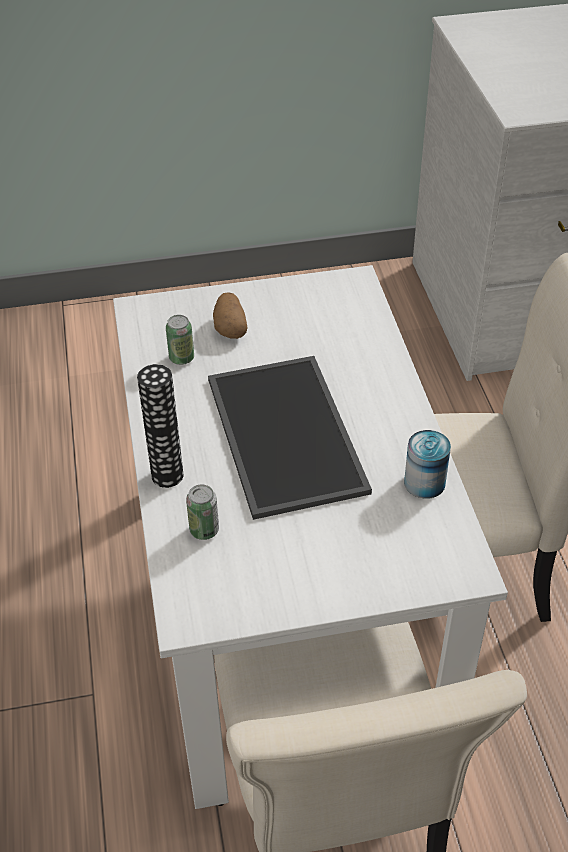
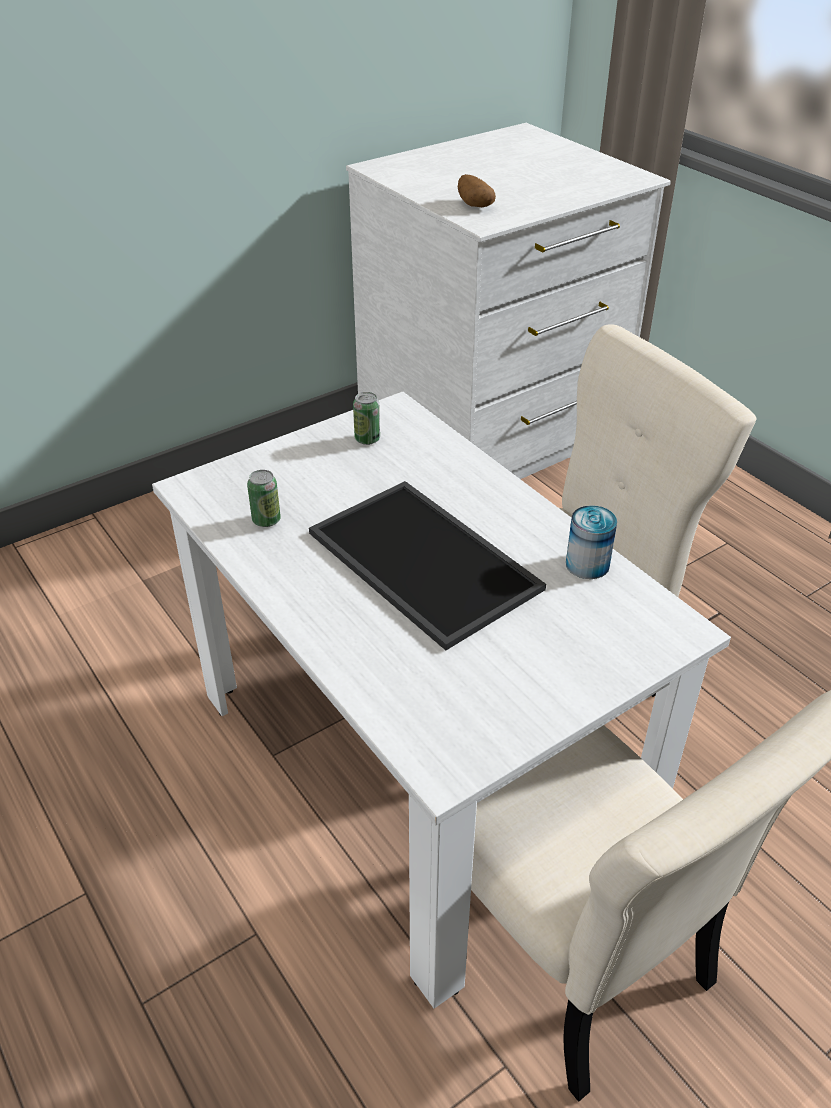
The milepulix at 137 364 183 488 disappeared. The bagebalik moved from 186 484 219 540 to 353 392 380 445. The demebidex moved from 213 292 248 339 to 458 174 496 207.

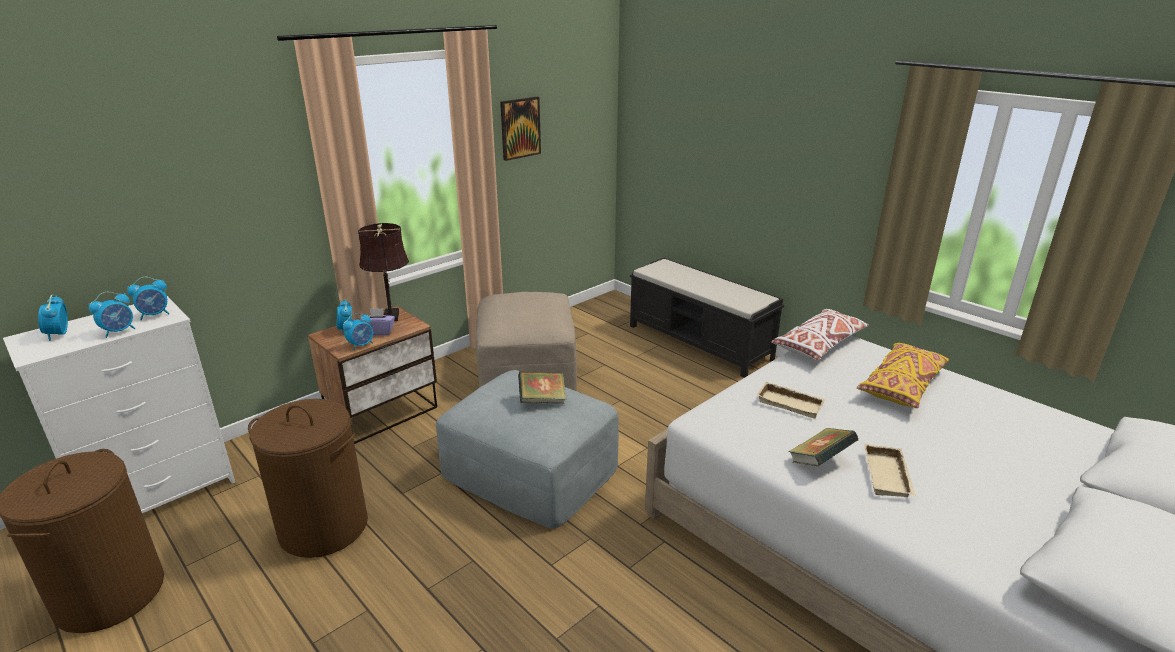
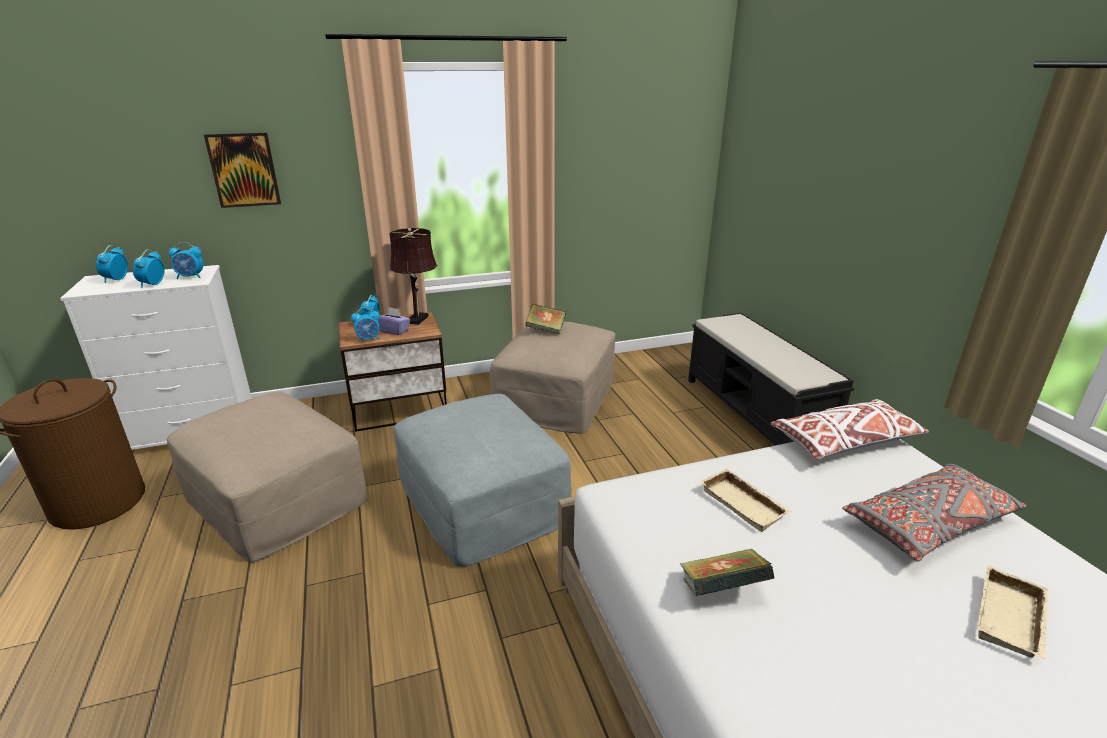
The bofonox at 88 292 135 338 turned 120 degrees clockwise. The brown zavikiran at 248 399 368 558 was replaced by the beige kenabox at 167 391 367 563. The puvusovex moved from 500 97 541 161 to 204 133 281 208. The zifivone moved from 518 371 566 404 to 525 304 566 335. The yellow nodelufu at 857 343 949 408 became the grey nodelufu at 842 464 1026 561. The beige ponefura moved from 864 443 916 497 to 978 565 1048 659.

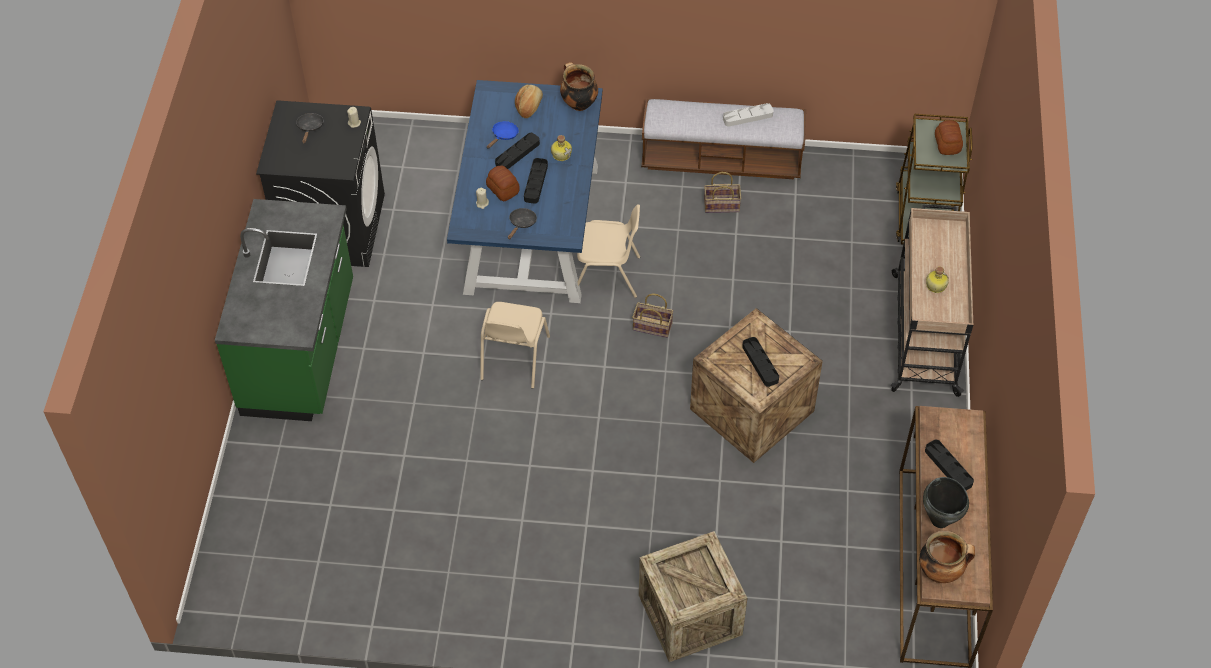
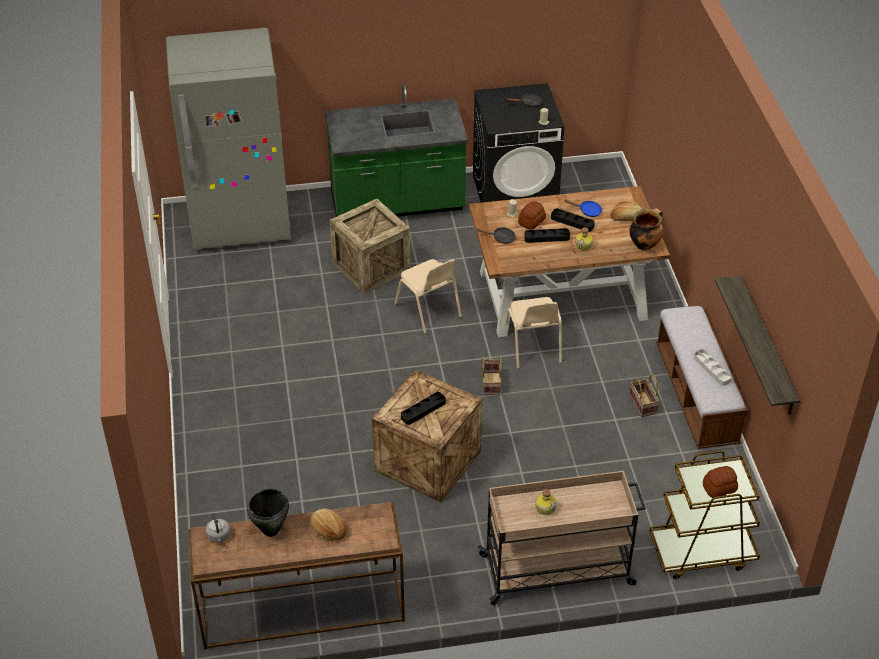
The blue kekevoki at 447 80 603 303 became the brown kekevoki at 469 186 670 337. The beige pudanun at 480 302 550 389 turned 120 degrees counterclockwise. The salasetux moved from 639 531 747 662 to 329 199 411 294. The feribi at 919 531 975 583 was replaced by the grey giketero at 206 513 230 543. The black ponefura at 925 440 974 490 was replaced by the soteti at 310 508 347 540. The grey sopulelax at 166 28 291 249 appeared. The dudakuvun at 715 276 800 415 appeared.

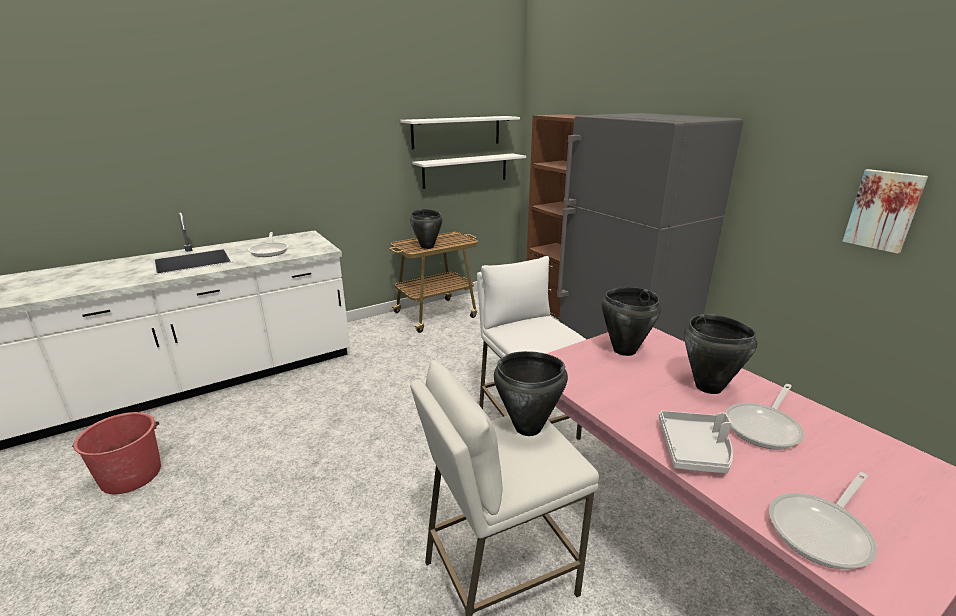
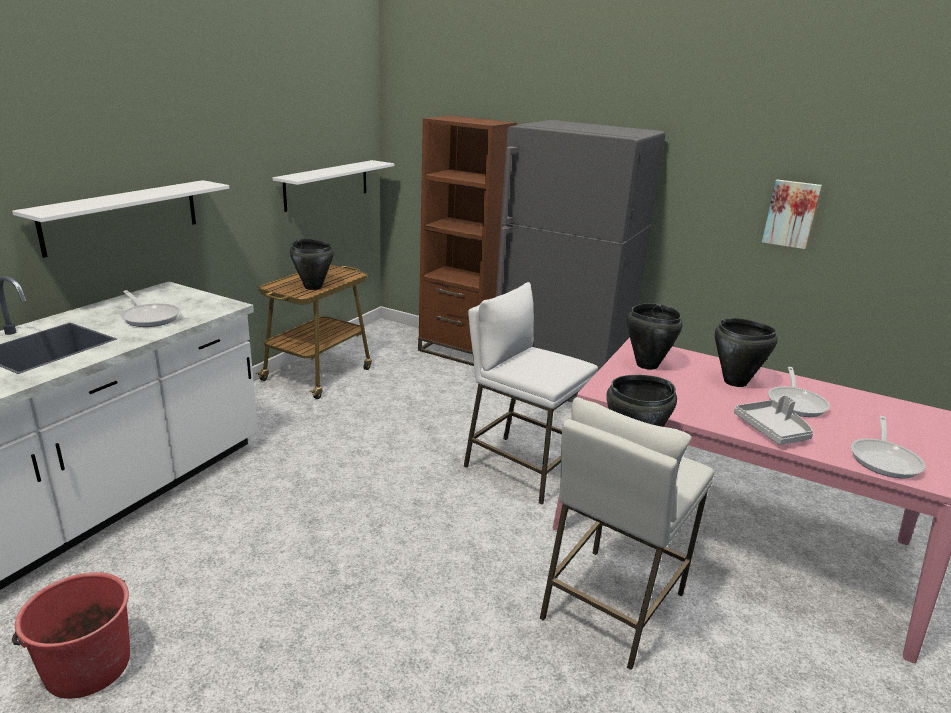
The white dudakuvun moved from 400 116 520 149 to 12 180 229 258.

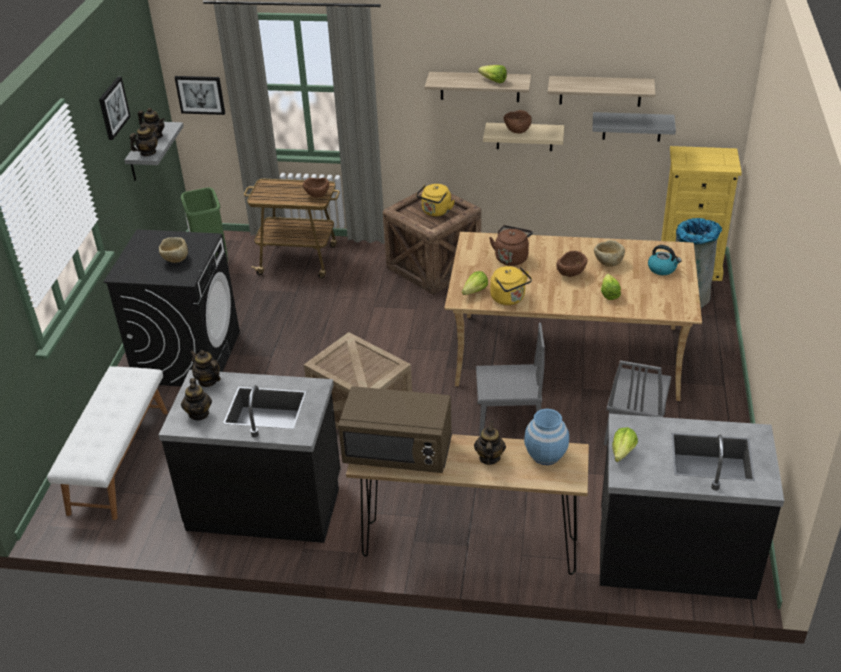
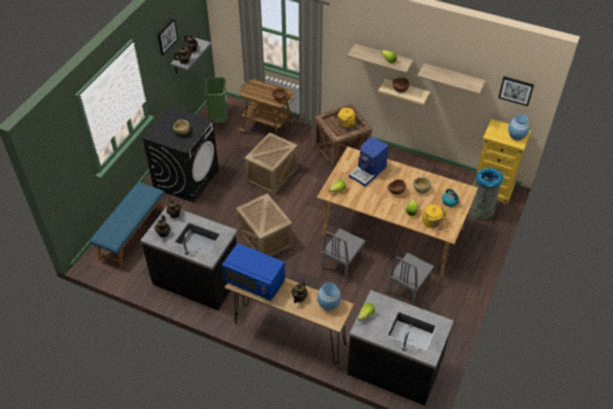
The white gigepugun at 47 366 168 520 became the blue gigepugun at 89 182 164 268. The puvusovex moved from 174 76 225 115 to 498 76 534 106. The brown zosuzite at 338 386 452 473 became the blue zosuzite at 222 243 285 301. The grey pudanun at 476 322 545 435 turned 105 degrees clockwise. The brown giketero at 489 225 533 266 was replaced by the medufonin at 349 136 389 186. The yellow giketero moved from 490 266 532 305 to 422 205 447 228. The grey dudakuvun at 592 112 676 142 disappeared. The salasetux at 244 132 298 195 appeared. The blue milepulix at 508 114 530 140 appeared.

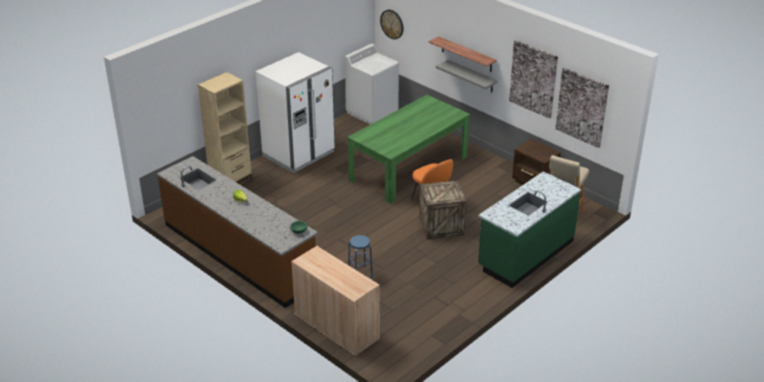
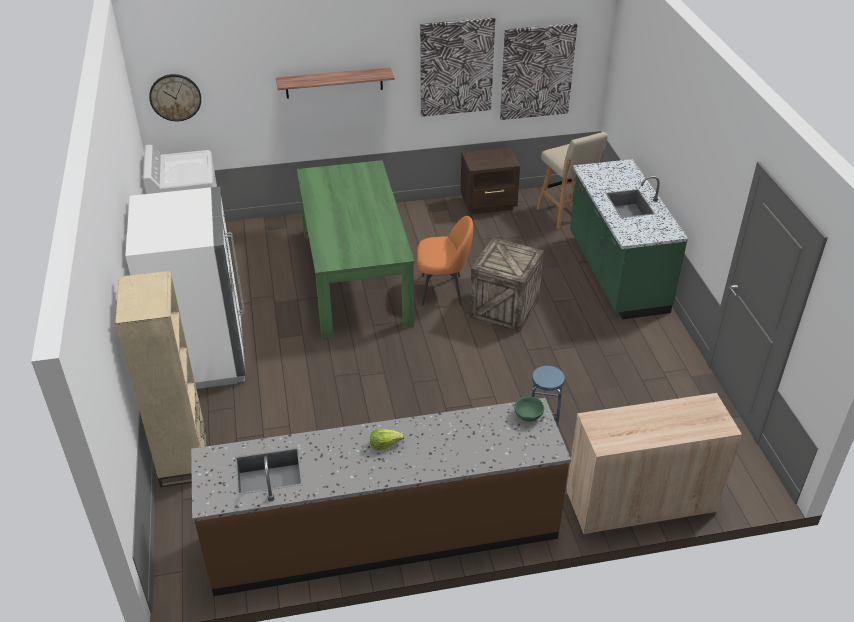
The grey dudakuvun at 436 60 498 92 disappeared.

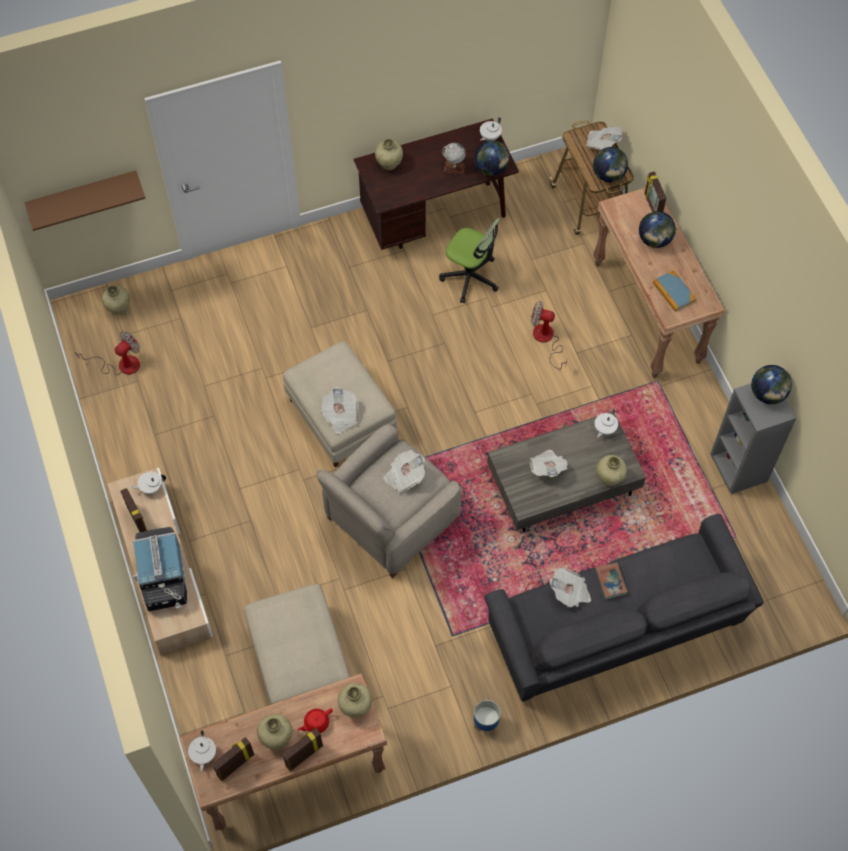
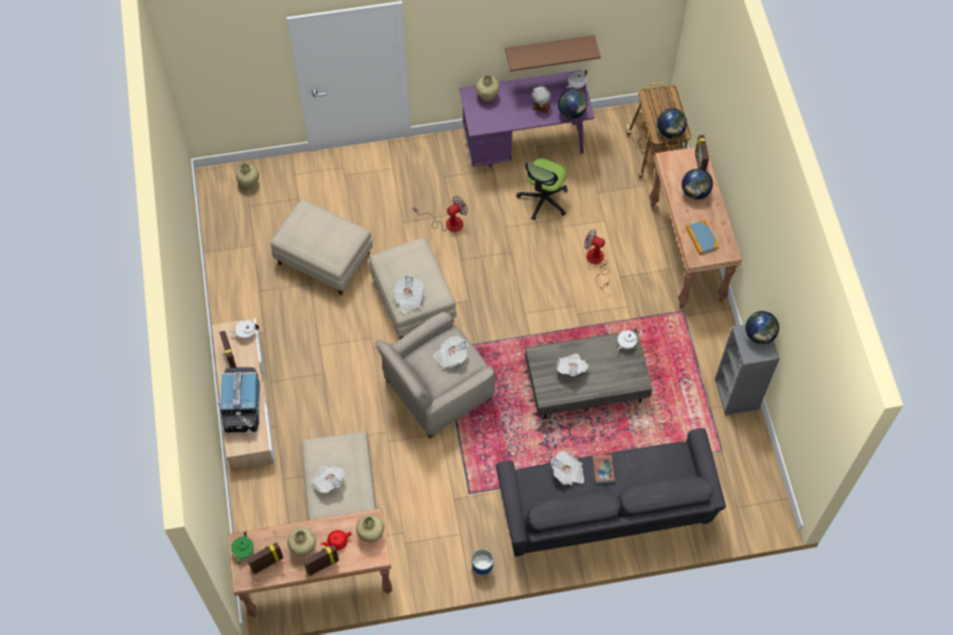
The brown dudakuvun moved from 24 170 146 231 to 505 35 601 71. The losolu moved from 75 331 140 375 to 413 196 468 232. The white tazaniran at 188 730 216 772 became the green tazaniran at 231 532 254 564. The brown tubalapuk at 354 118 519 250 became the purple tubalapuk at 459 70 595 168. The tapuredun at 439 218 500 303 turned 75 degrees clockwise. The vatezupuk moved from 585 126 622 150 to 311 465 345 493. The beige milepulix at 596 455 627 486 disappeared. The beige kenabox at 271 200 373 295 appeared.

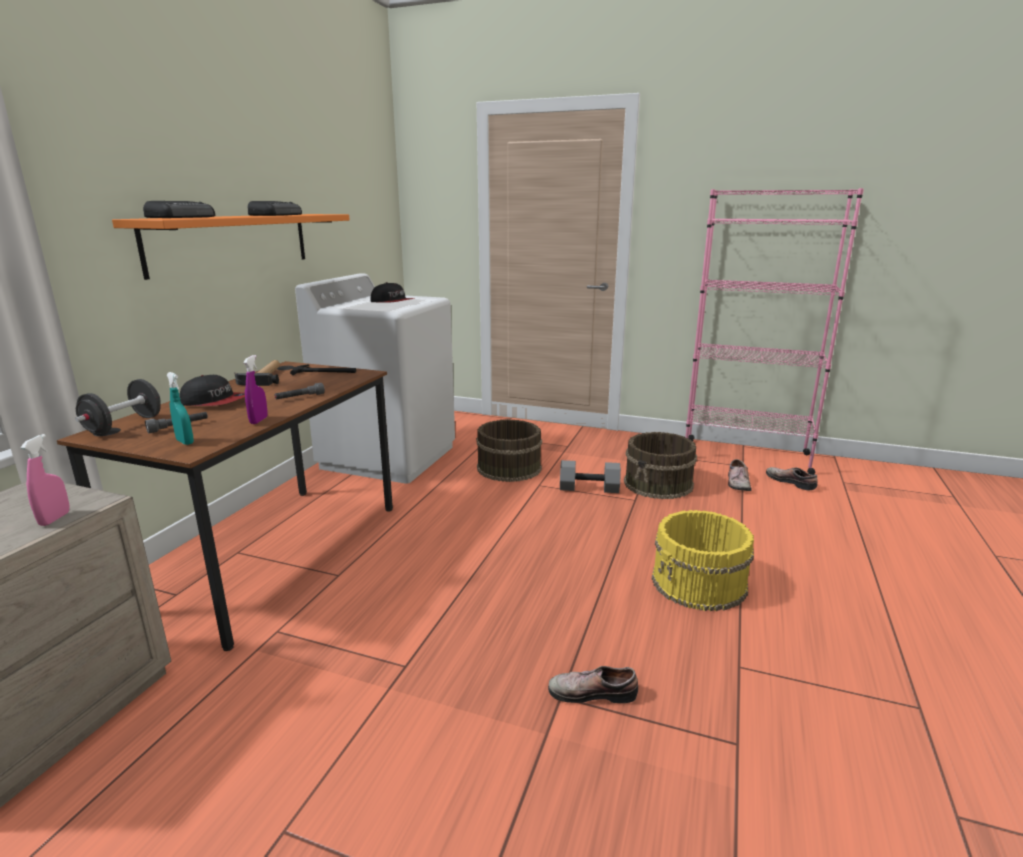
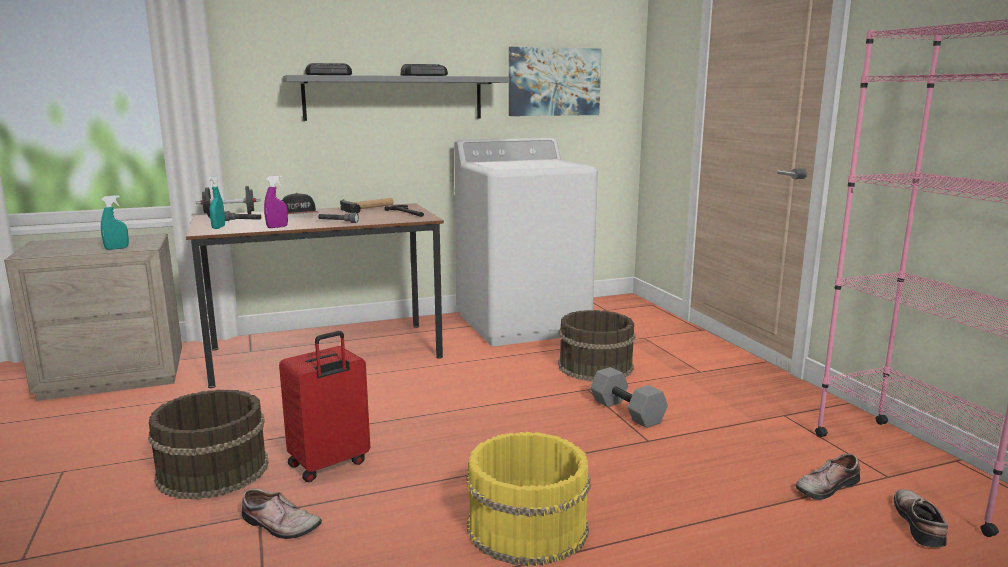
The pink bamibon at 20 434 69 526 became the turquoise bamibon at 101 195 129 250. The orange dudakuvun at 112 214 350 280 became the grey dudakuvun at 283 75 509 121. The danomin at 370 282 416 303 disappeared. The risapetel at 548 666 638 703 turned 150 degrees clockwise. The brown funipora moved from 624 432 697 499 to 148 390 269 499. The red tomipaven at 279 331 370 482 appeared. The puvusovex at 509 47 602 116 appeared.

